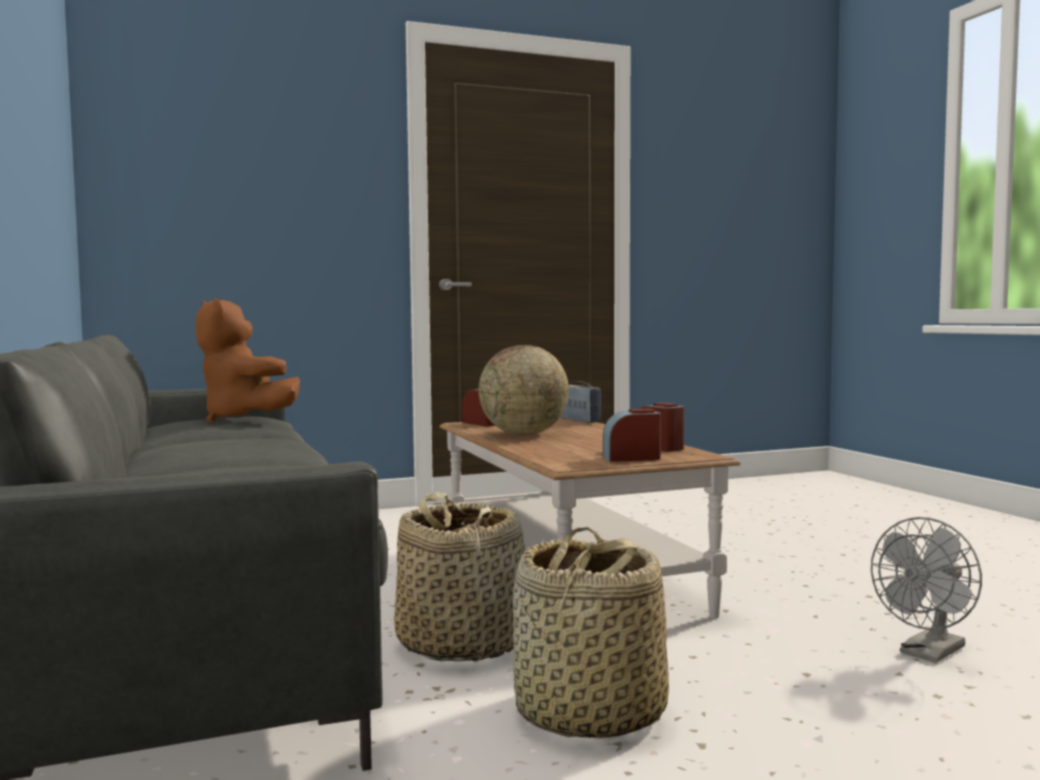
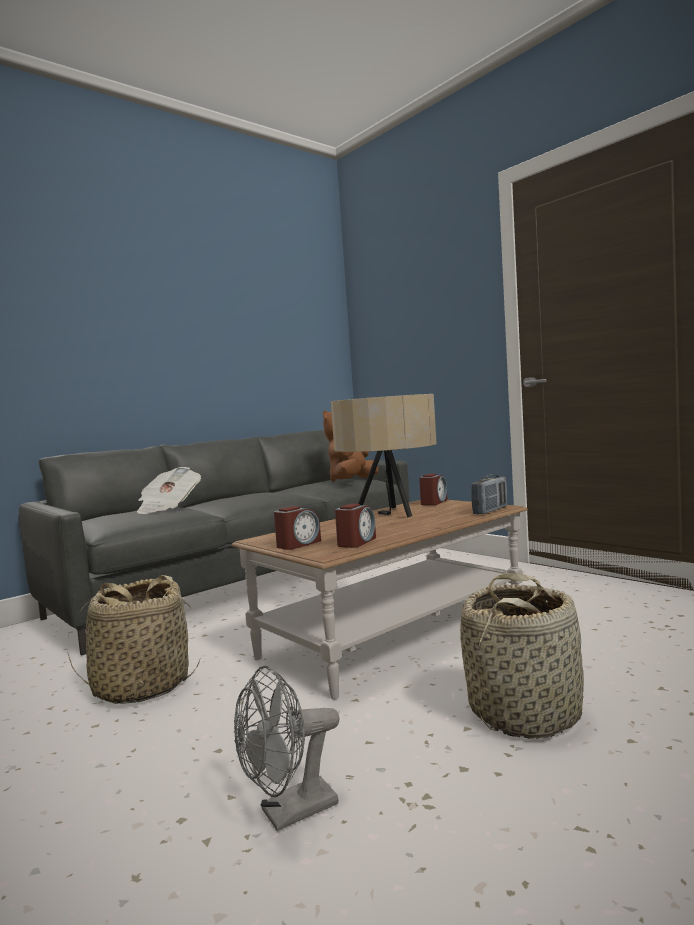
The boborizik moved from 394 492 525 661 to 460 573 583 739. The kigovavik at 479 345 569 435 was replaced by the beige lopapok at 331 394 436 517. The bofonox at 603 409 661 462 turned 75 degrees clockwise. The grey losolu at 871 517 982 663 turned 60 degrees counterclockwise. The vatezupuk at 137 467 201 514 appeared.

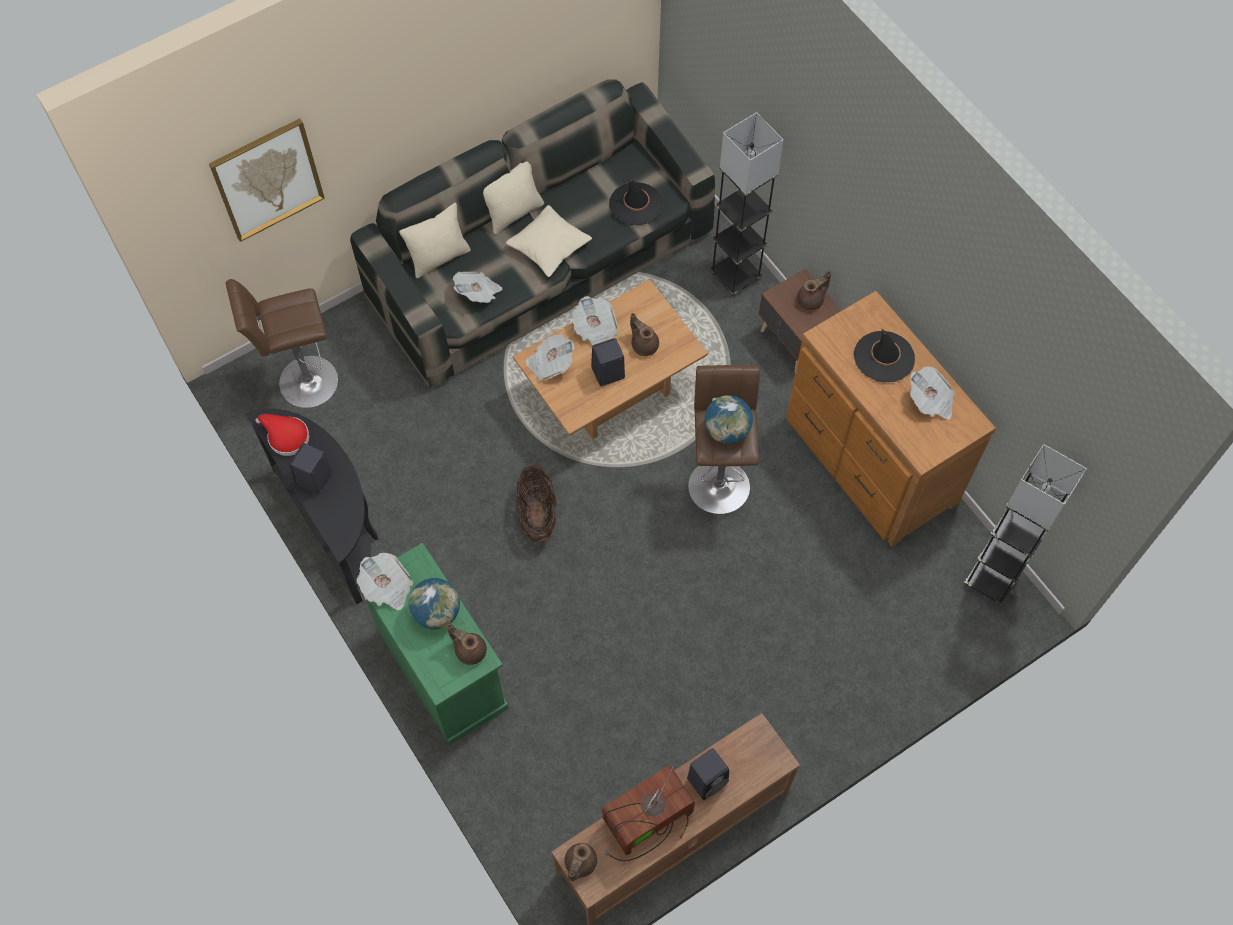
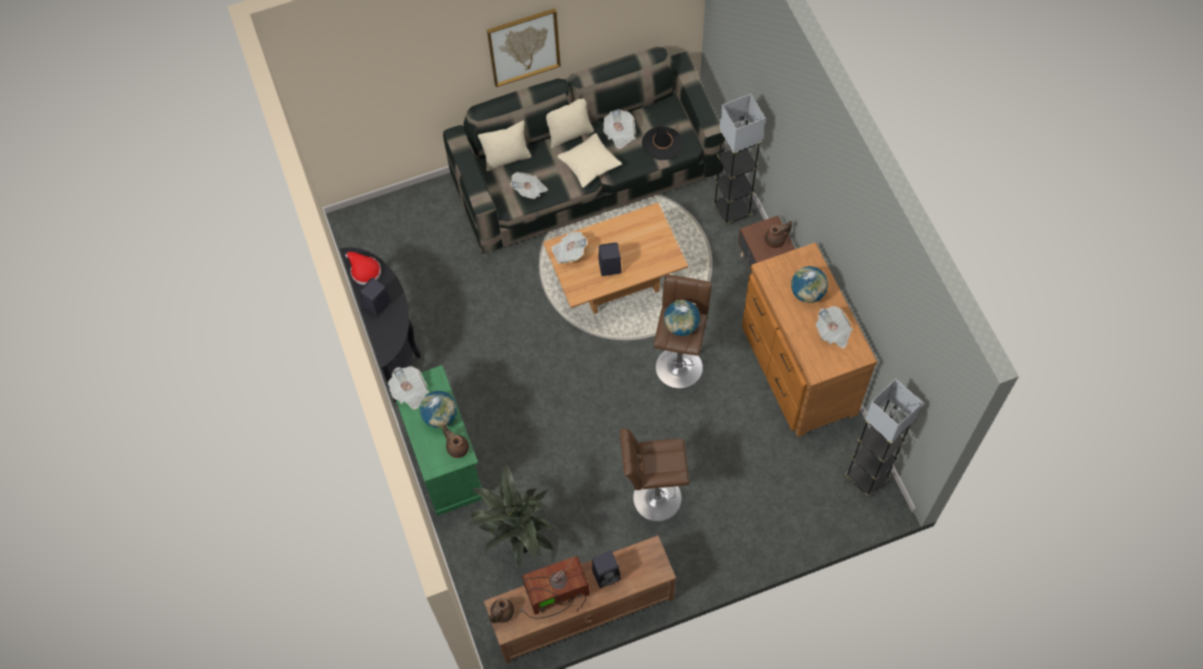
The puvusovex moved from 209 119 325 242 to 487 8 561 87. The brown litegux moved from 225 279 338 408 to 620 428 690 521. The boborizik at 515 465 557 543 disappeared. The vatezupuk moved from 572 296 619 345 to 603 109 636 149. The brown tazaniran at 630 313 659 356 disappeared. The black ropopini at 854 328 915 382 was replaced by the kigovavik at 791 266 828 303. The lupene at 469 463 558 569 appeared.

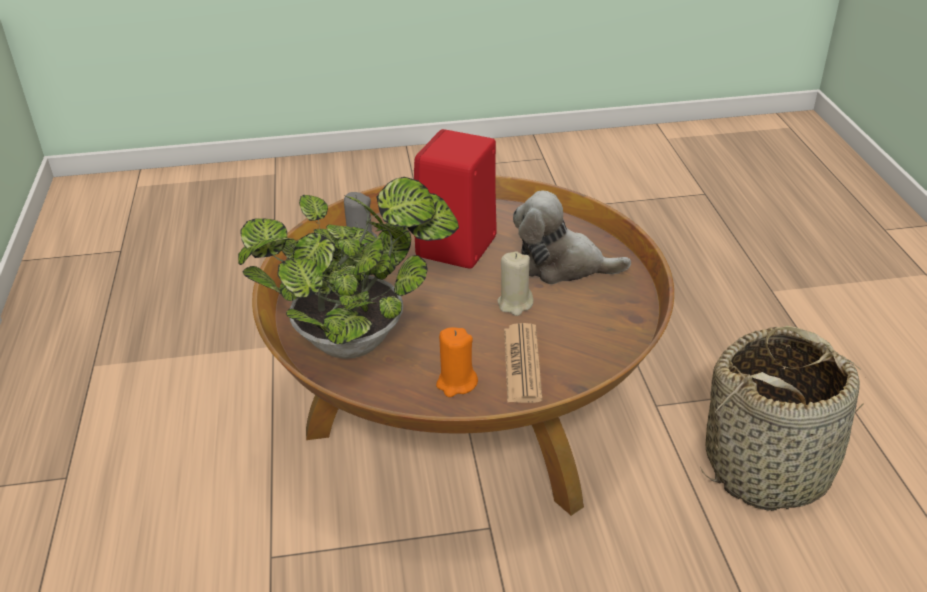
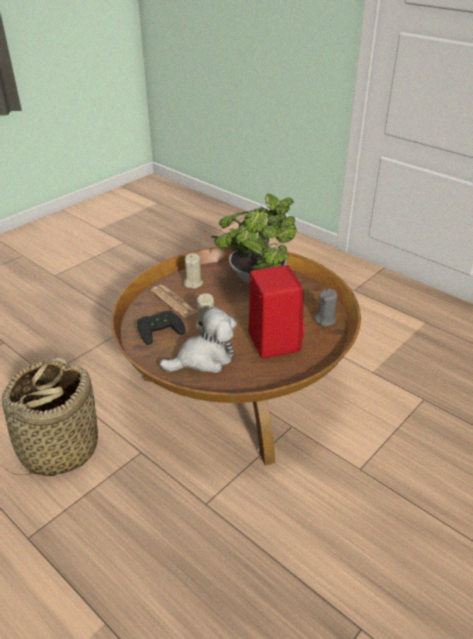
The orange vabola at 436 327 478 397 became the beige vabola at 184 253 203 289. The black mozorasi at 137 311 186 345 appeared.

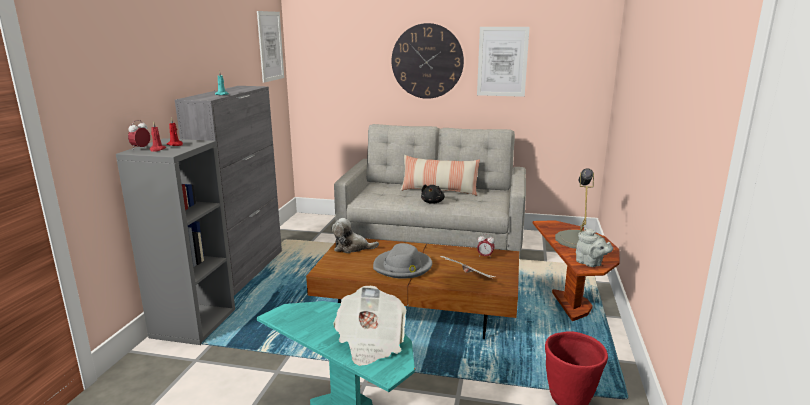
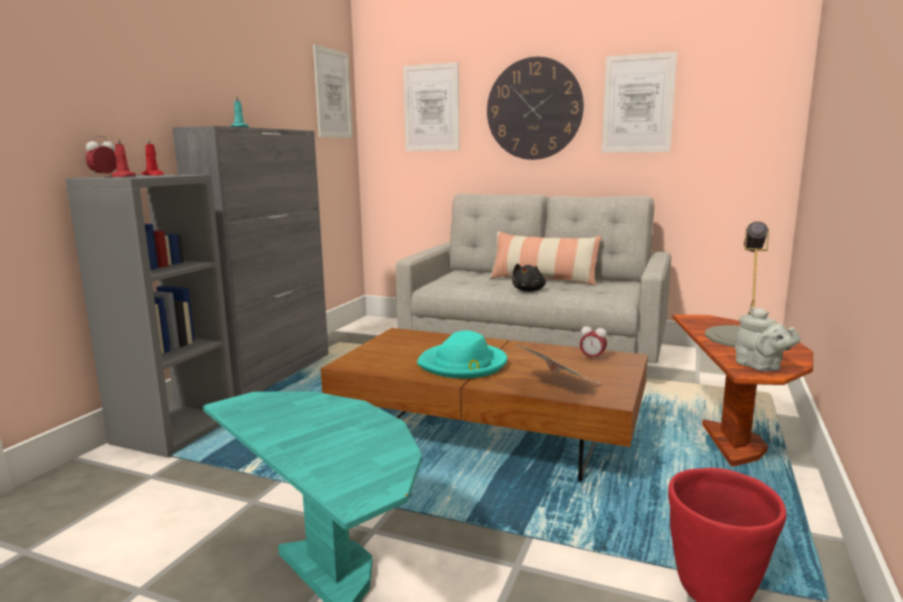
The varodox at 331 218 379 253 disappeared. The vatezupuk at 333 286 406 366 disappeared. The grey ropopini at 373 243 432 279 became the turquoise ropopini at 417 331 507 378. The puvusovex at 403 62 460 151 appeared.

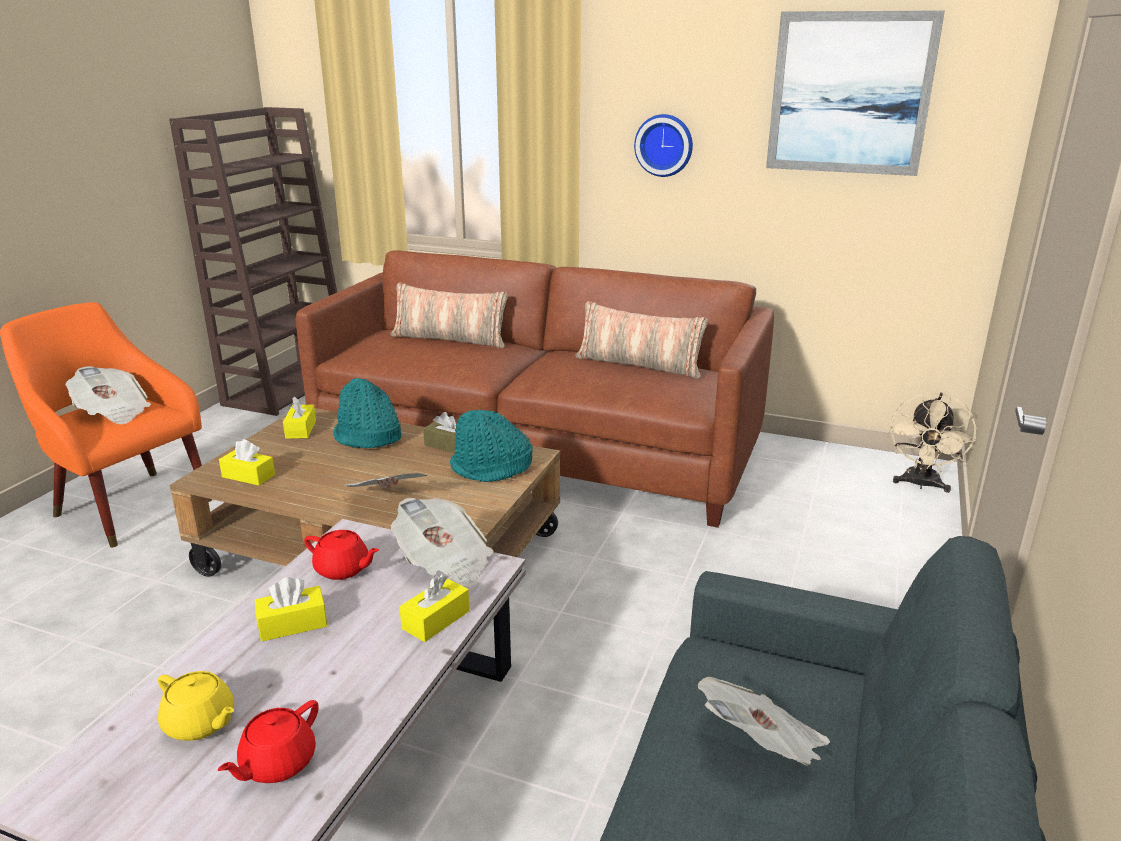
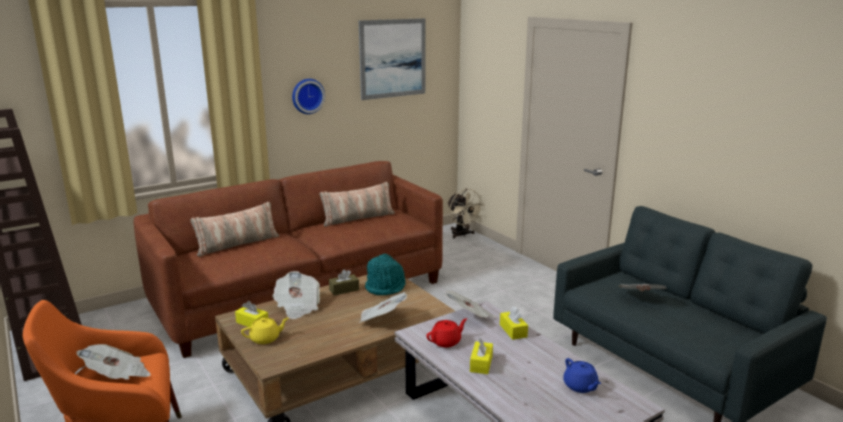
The yellow tazaniran moved from 158 671 234 741 to 241 318 289 344. The red tazaniran at 218 700 319 783 became the blue tazaniran at 563 358 601 393. The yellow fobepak at 219 439 275 486 disappeared. The turquoise ropopini at 333 378 402 448 was replaced by the vatezupuk at 273 271 320 319.

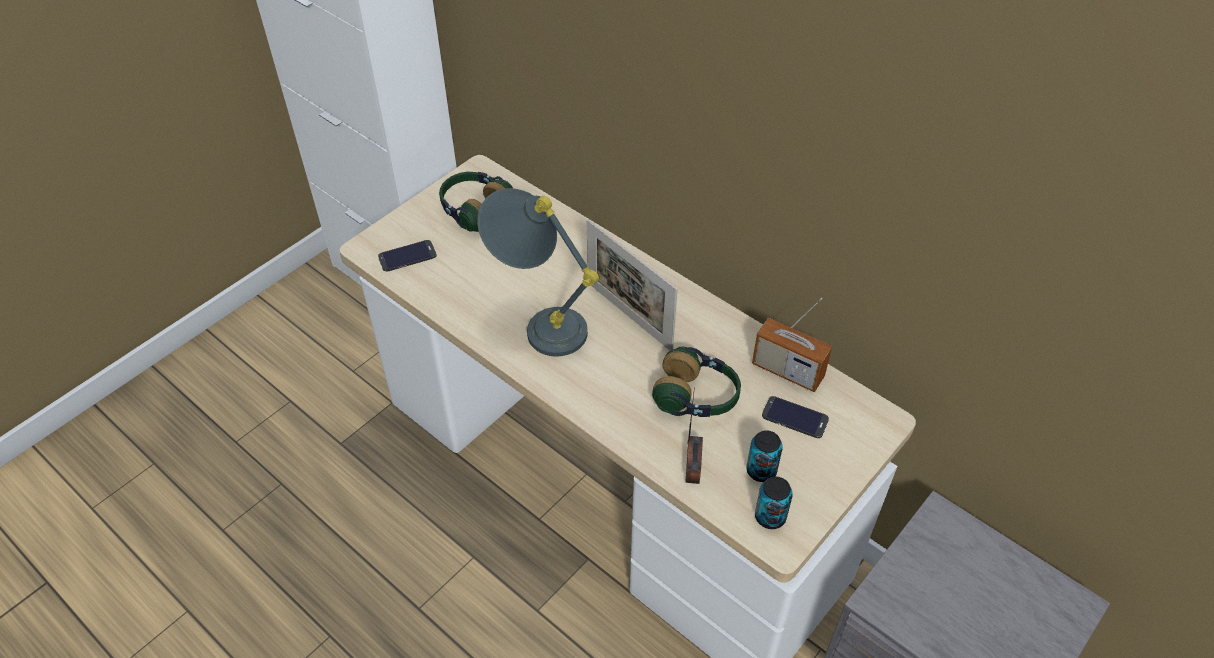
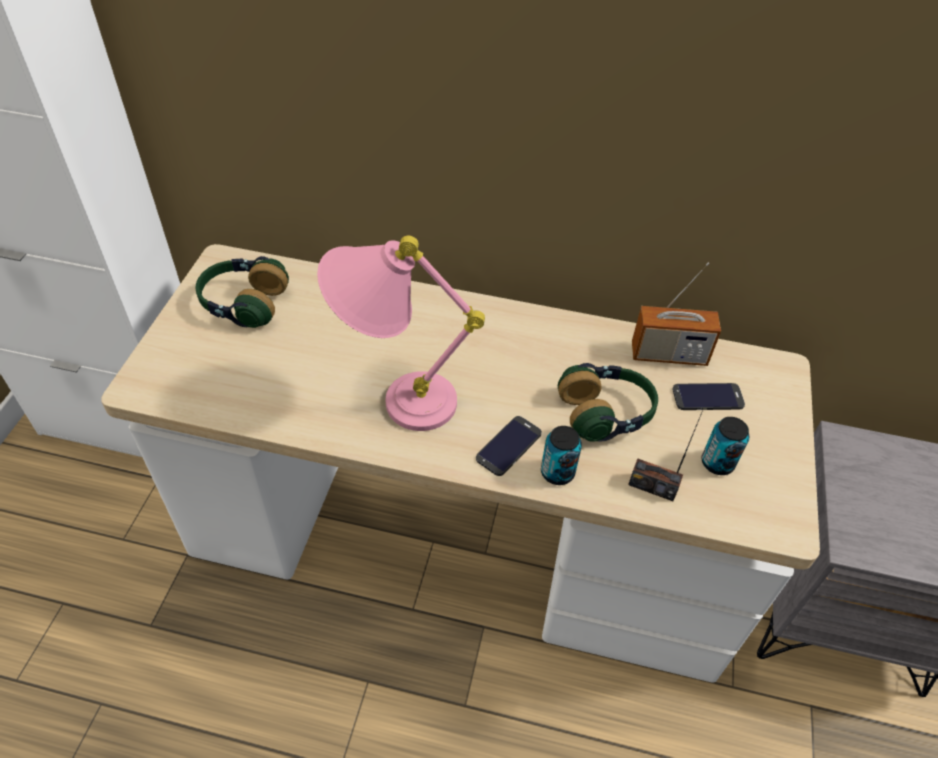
The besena moved from 378 240 437 272 to 476 416 542 476. The grey lopapok at 477 188 599 356 became the pink lopapok at 317 236 485 431. The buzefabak at 587 219 678 350 disappeared. The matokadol at 685 387 703 484 turned 135 degrees clockwise. The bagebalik moved from 755 477 793 529 to 541 426 582 485.

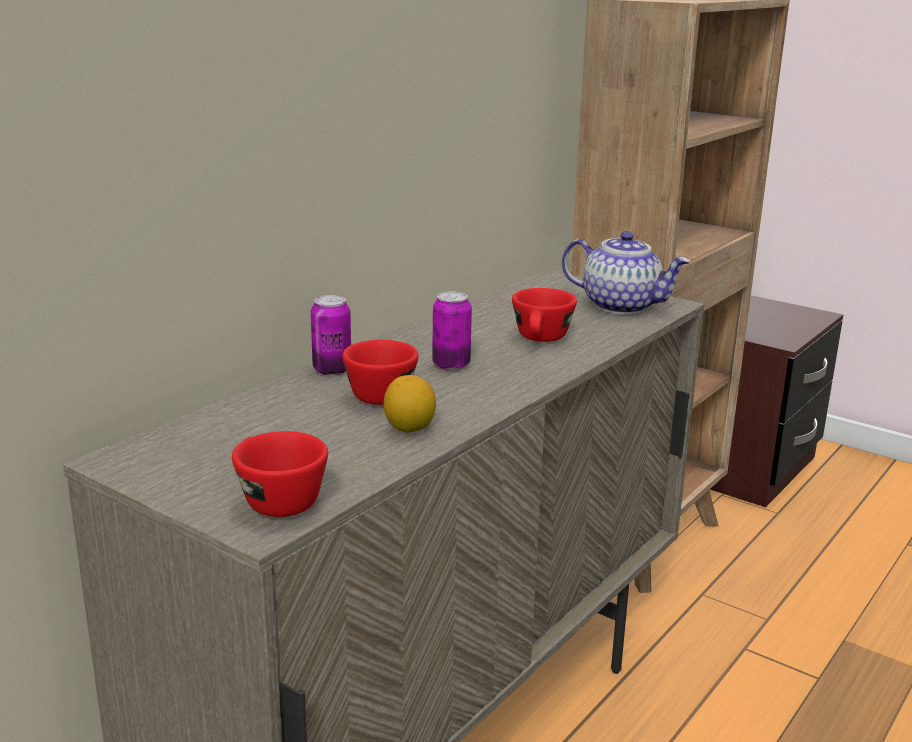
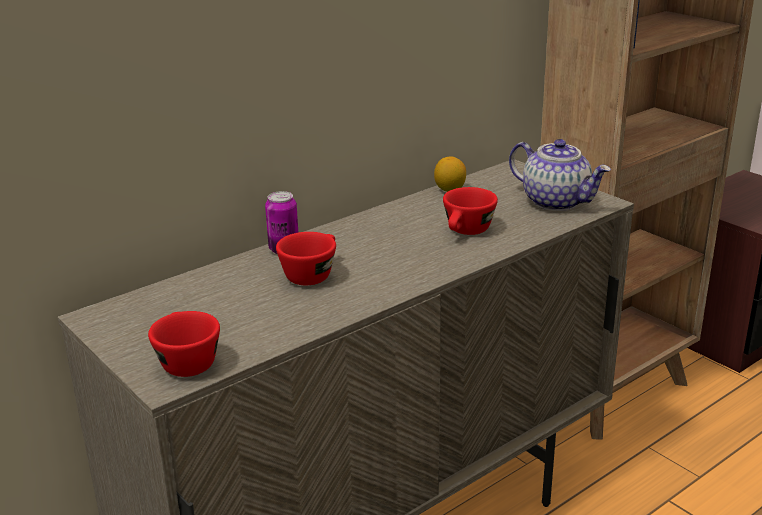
The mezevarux moved from 384 375 436 433 to 434 157 466 192. The bagebalik at 432 291 472 370 disappeared.

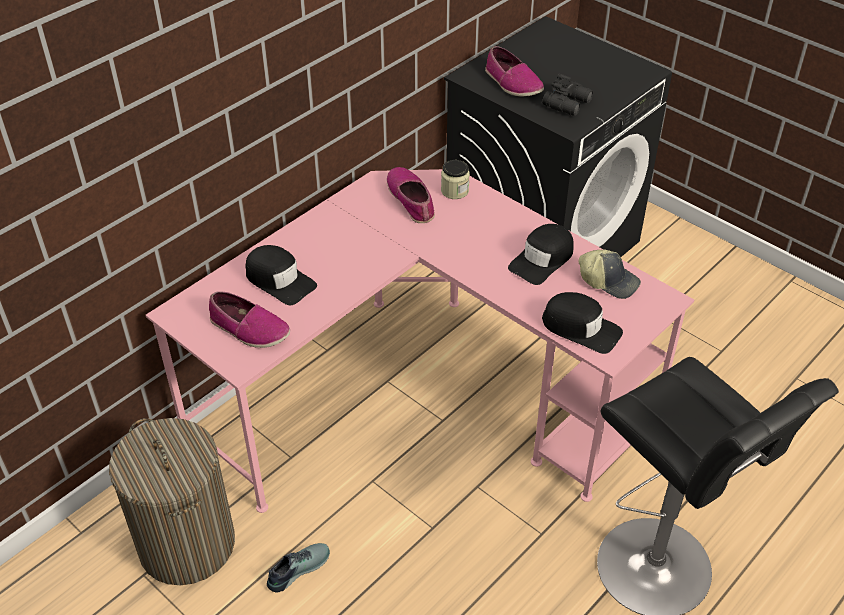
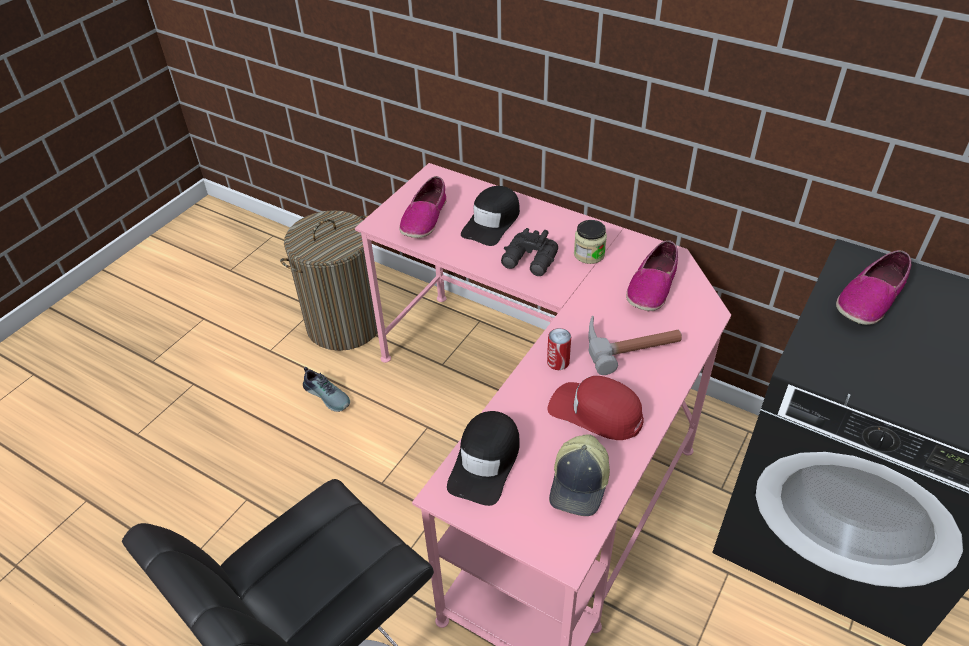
The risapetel at 387 167 435 223 turned 150 degrees clockwise. The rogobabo moved from 441 160 470 199 to 574 220 607 264. The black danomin at 508 224 574 285 became the red danomin at 548 376 644 440. The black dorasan moved from 542 74 593 116 to 501 228 558 276. The bagebalik at 547 328 571 370 appeared. The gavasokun at 588 315 682 375 appeared.

